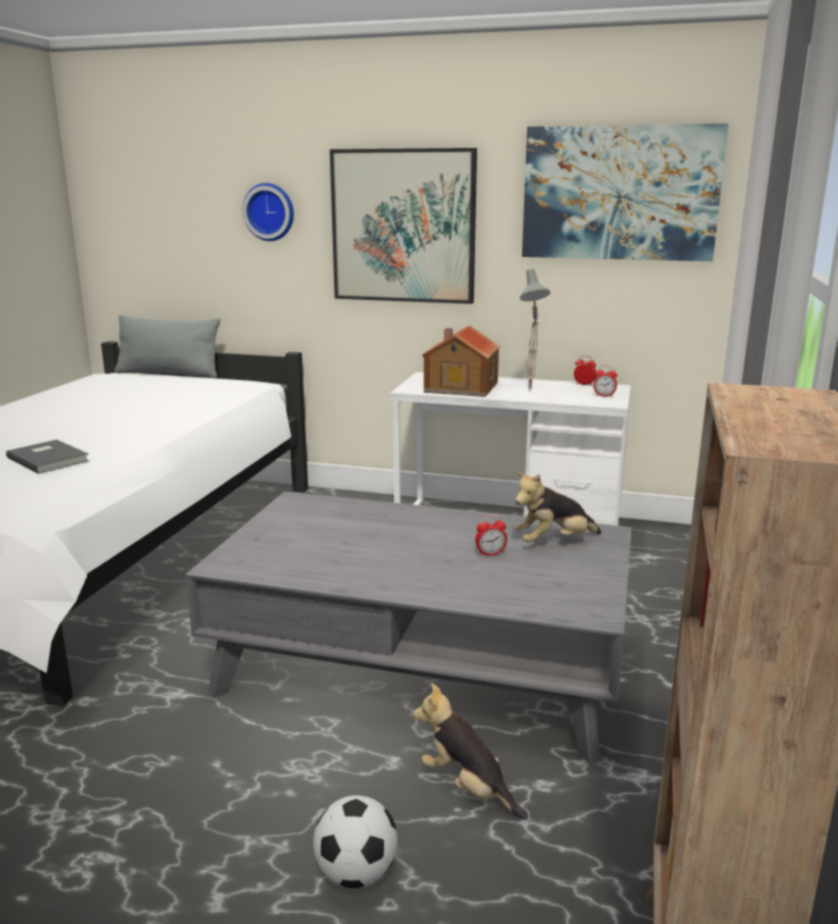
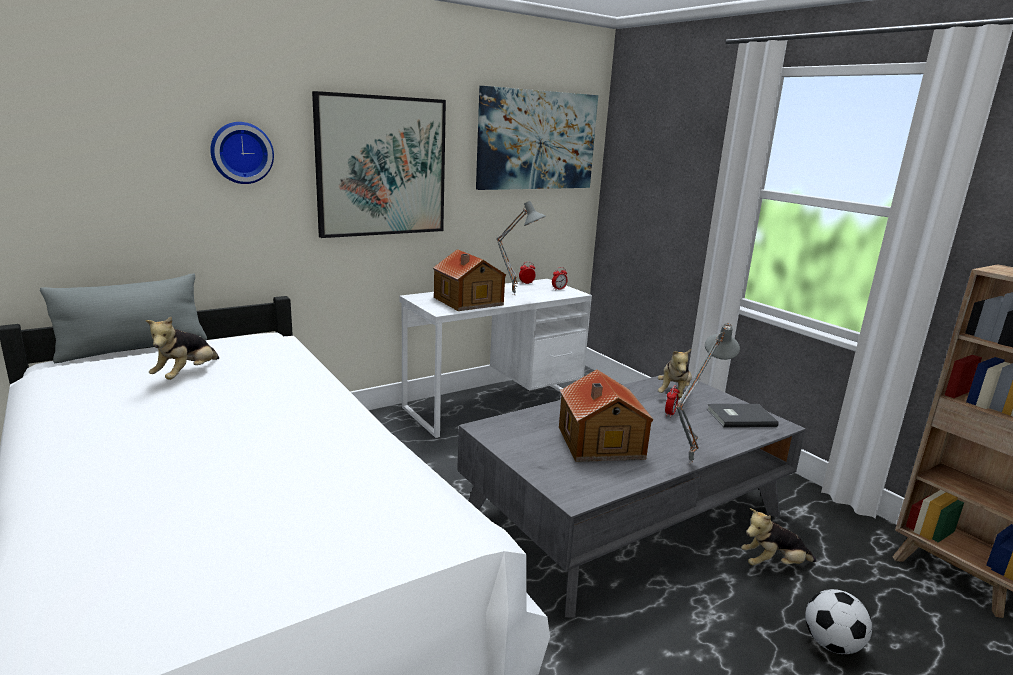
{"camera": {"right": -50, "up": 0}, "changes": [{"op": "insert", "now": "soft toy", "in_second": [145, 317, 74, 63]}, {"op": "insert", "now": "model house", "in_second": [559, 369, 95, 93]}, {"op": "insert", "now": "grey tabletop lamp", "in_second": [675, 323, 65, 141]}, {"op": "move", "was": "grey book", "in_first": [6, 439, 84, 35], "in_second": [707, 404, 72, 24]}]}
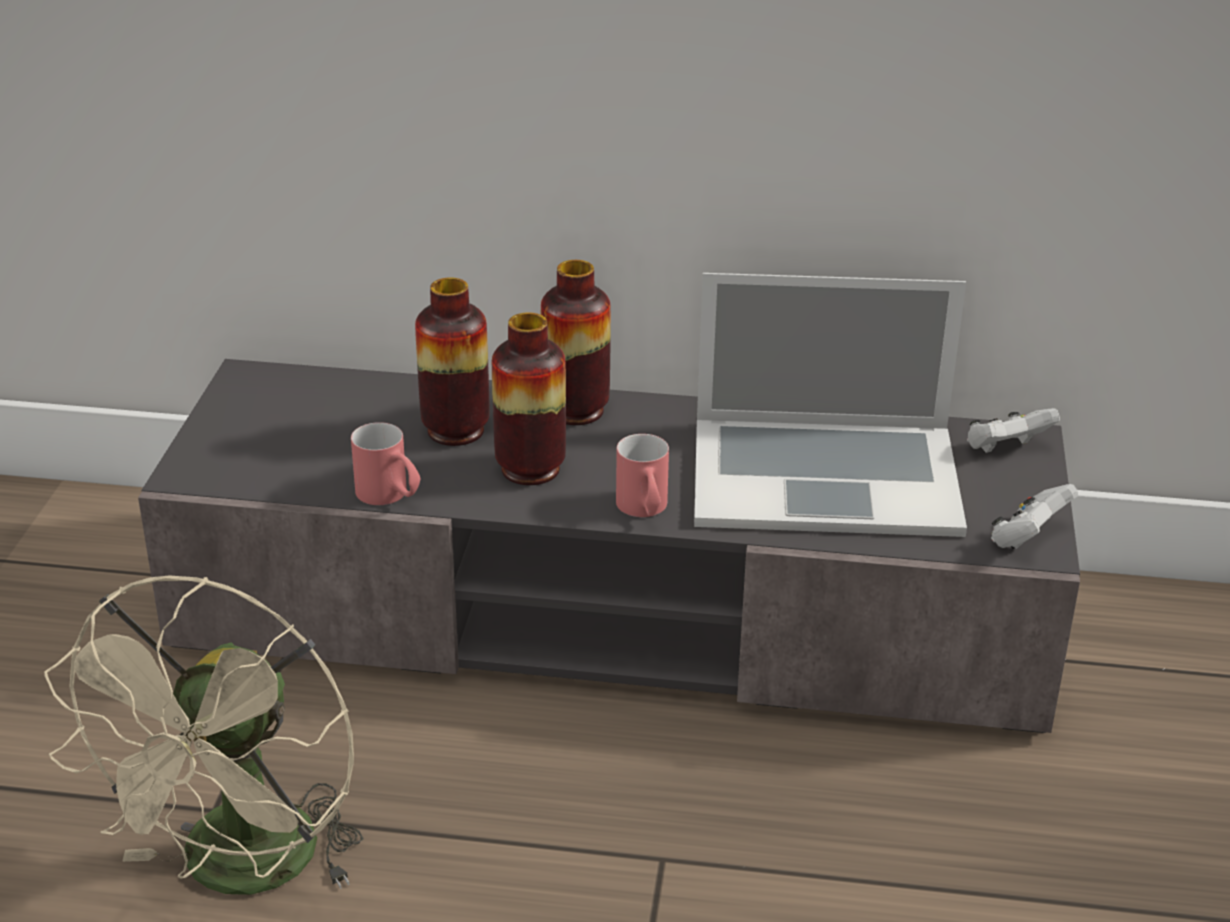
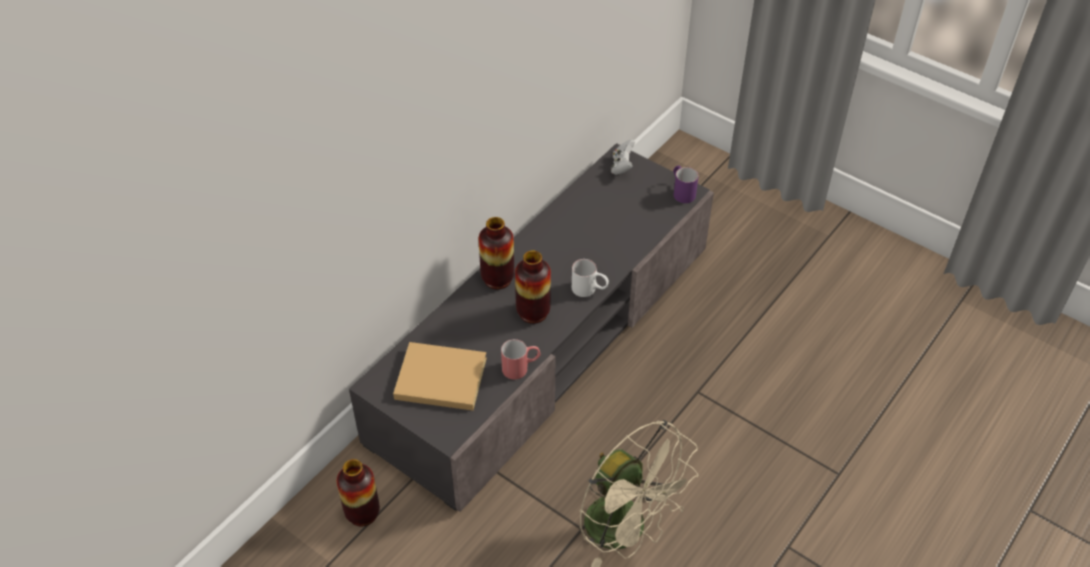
{"camera": {"right": -60, "up": 15}, "changes": [{"op": "delete", "was": "portable computer", "in_first": [694, 273, 273, 264]}, {"op": "insert", "now": "beige book", "in_second": [393, 342, 94, 69]}, {"op": "move", "was": "flower vase", "in_first": [415, 277, 75, 169], "in_second": [337, 459, 43, 68]}, {"op": "replace", "was": "whitish game controller", "now": "purple mug", "in_first": [991, 484, 87, 65], "in_second": [673, 165, 26, 38]}, {"op": "recolor", "was": "red mug", "now": "whitish mug", "in_first": [616, 434, 53, 83], "in_second": [572, 259, 37, 38]}]}
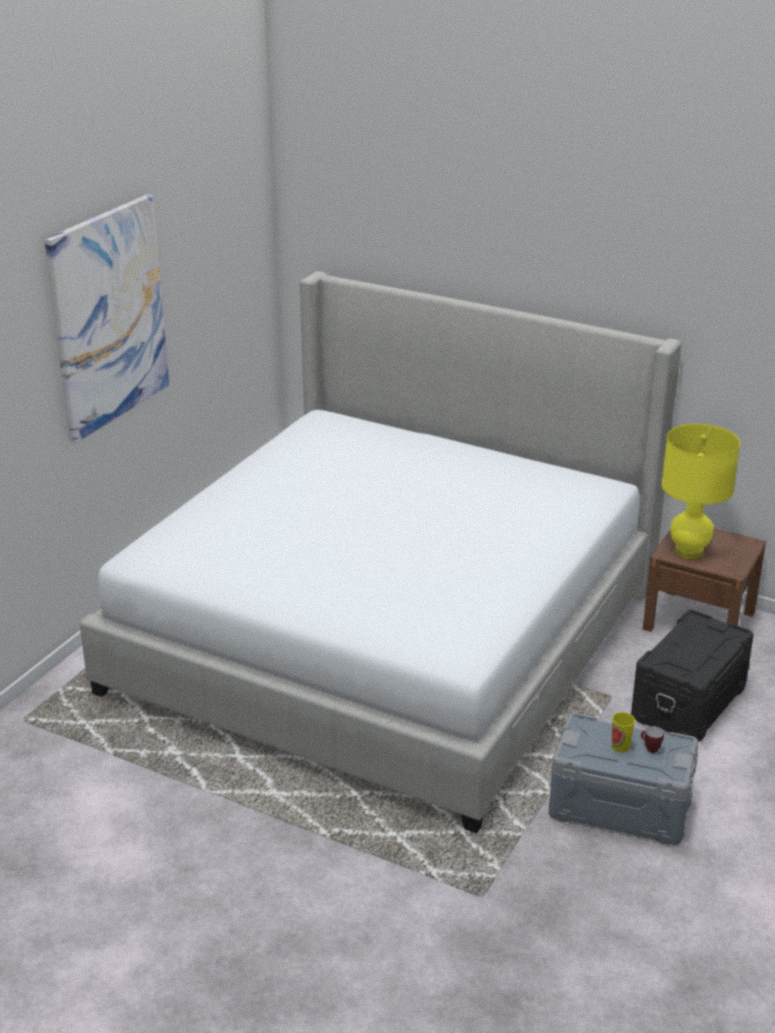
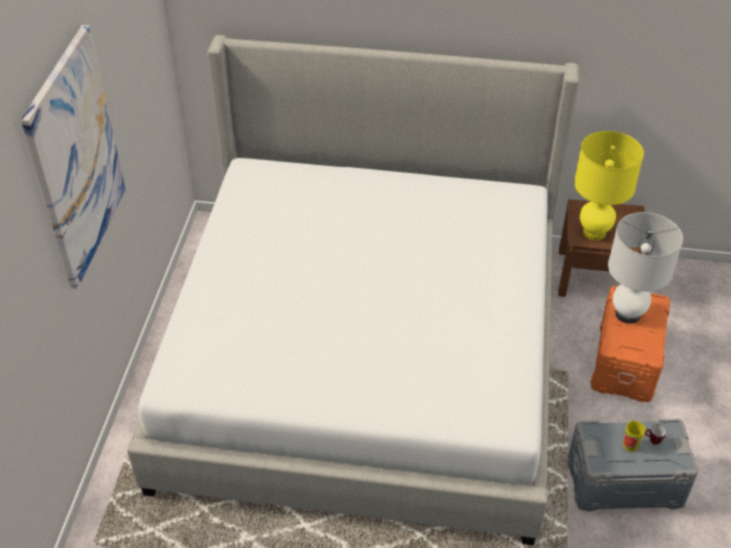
{"camera": {"right": -20, "up": 15}, "changes": [{"op": "insert", "now": "whitish tabletop lamp", "in_second": [608, 212, 75, 112]}, {"op": "recolor", "was": "black-coloured storage container", "now": "orangey storage container", "in_first": [631, 610, 123, 132], "in_second": [591, 286, 79, 116]}]}
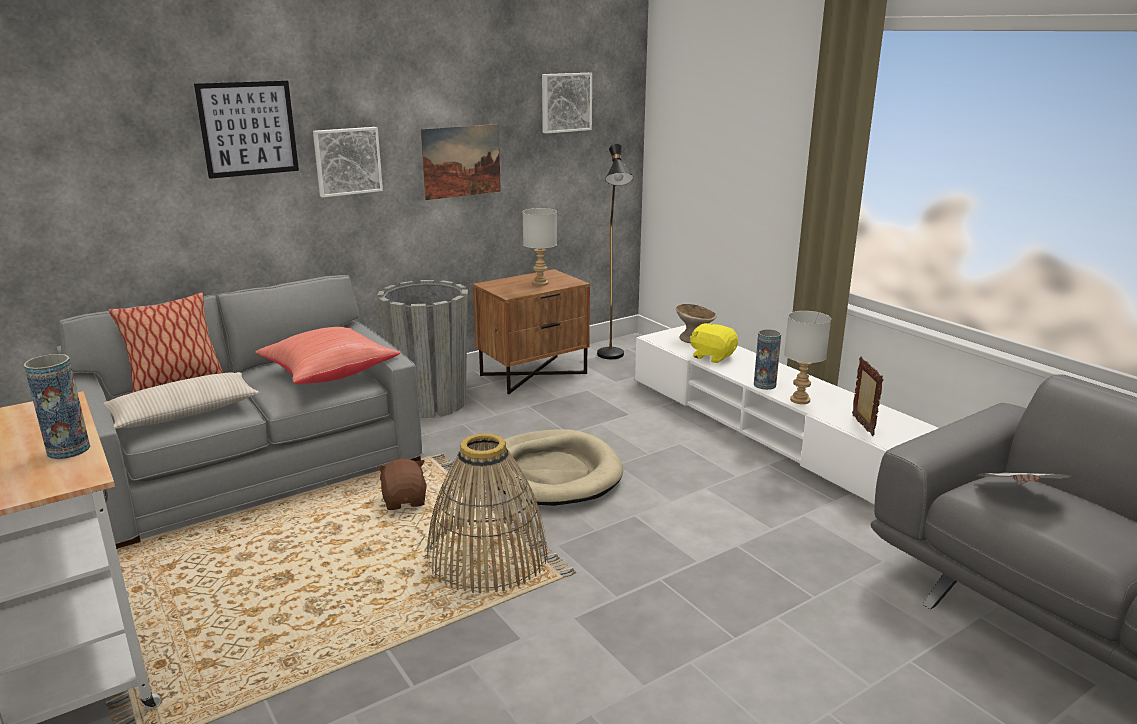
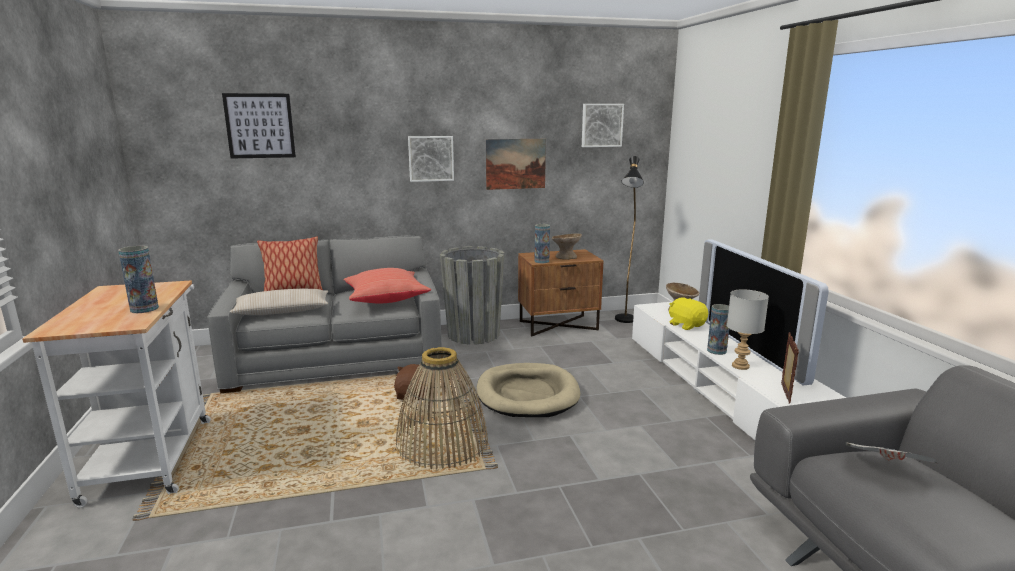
{"camera": {"right": 20, "up": -5}, "changes": [{"op": "insert", "now": "flower vase", "in_second": [534, 224, 16, 39]}, {"op": "insert", "now": "TV set", "in_second": [699, 239, 130, 147]}, {"op": "move", "was": "wall picture", "in_first": [194, 81, 105, 98], "in_second": [222, 93, 74, 66]}, {"op": "replace", "was": "grey tabletop lamp", "now": "beige serving bowl", "in_first": [523, 208, 34, 78], "in_second": [552, 233, 30, 27]}]}
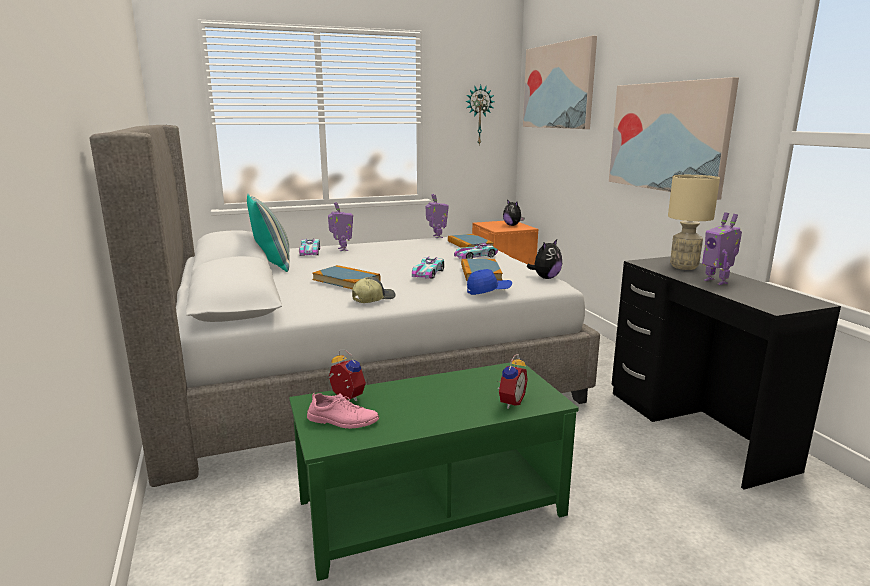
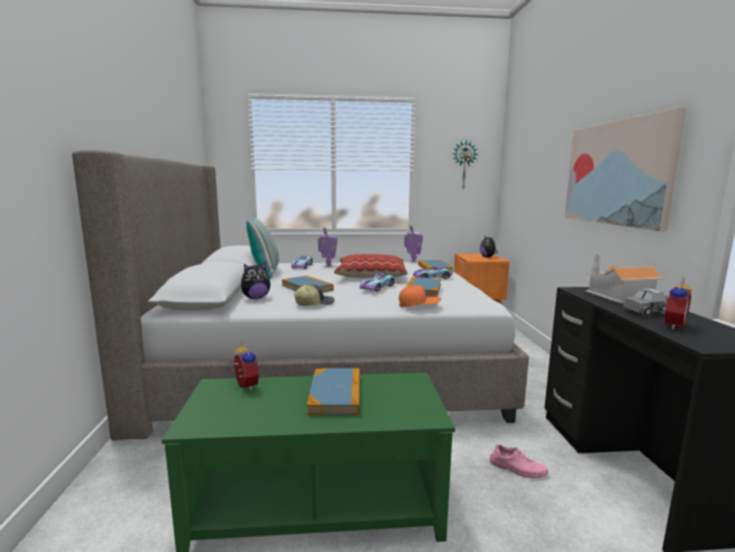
{"camera": {"right": 15, "up": -5}, "changes": [{"op": "delete", "was": "wall picture", "in_first": [523, 36, 74, 93]}, {"op": "insert", "now": "book", "in_second": [307, 368, 53, 47]}, {"op": "insert", "now": "cushion", "in_second": [334, 254, 74, 24]}, {"op": "move", "was": "pink-coloured item of footwear", "in_first": [307, 393, 72, 36], "in_second": [490, 444, 58, 34]}, {"op": "move", "was": "table clock", "in_first": [498, 354, 30, 55], "in_second": [660, 277, 32, 52]}, {"op": "move", "was": "soft toy", "in_first": [526, 239, 36, 40], "in_second": [241, 262, 29, 37]}, {"op": "replace", "was": "beige tabletop lamp", "now": "model house", "in_first": [668, 175, 52, 95], "in_second": [585, 254, 79, 50]}, {"op": "replace", "was": "toy robot", "now": "toy truck", "in_first": [702, 212, 40, 73], "in_second": [623, 289, 44, 28]}, {"op": "recolor", "was": "blue-coloured peaked cap", "now": "orangey peaked cap", "in_first": [467, 269, 45, 26], "in_second": [399, 285, 42, 22]}]}
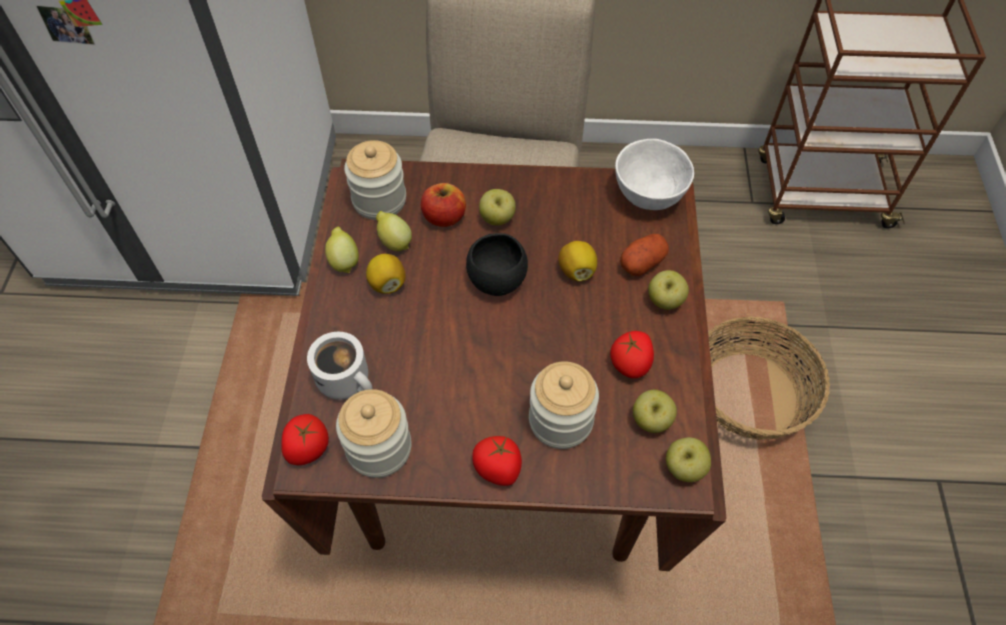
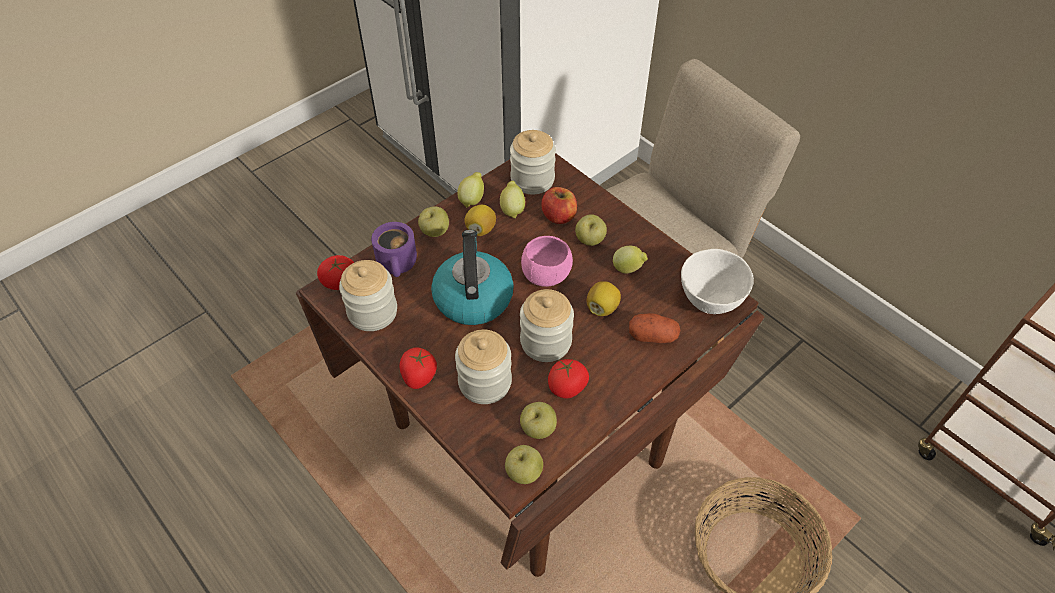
{"camera": {"right": 45, "up": -5}, "changes": [{"op": "insert", "now": "kettle", "in_second": [431, 230, 83, 95]}, {"op": "insert", "now": "storage jar", "in_second": [520, 289, 54, 73]}, {"op": "insert", "now": "lemon", "in_second": [613, 246, 35, 28]}, {"op": "move", "was": "whole apple", "in_first": [648, 270, 41, 40], "in_second": [418, 206, 31, 31]}, {"op": "recolor", "was": "whitish mug", "now": "purple mug", "in_first": [307, 332, 65, 68], "in_second": [371, 222, 46, 55]}, {"op": "recolor", "was": "black-coloured serving bowl", "now": "pink-coloured serving bowl", "in_first": [466, 233, 62, 63], "in_second": [521, 236, 52, 51]}]}
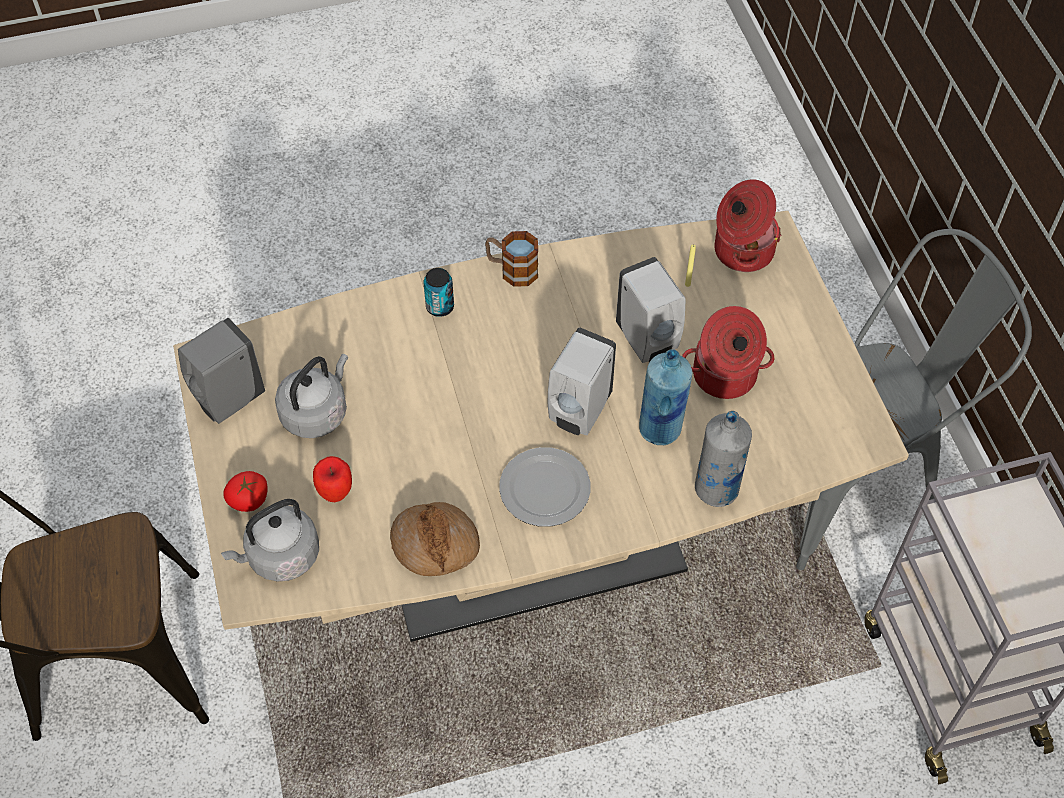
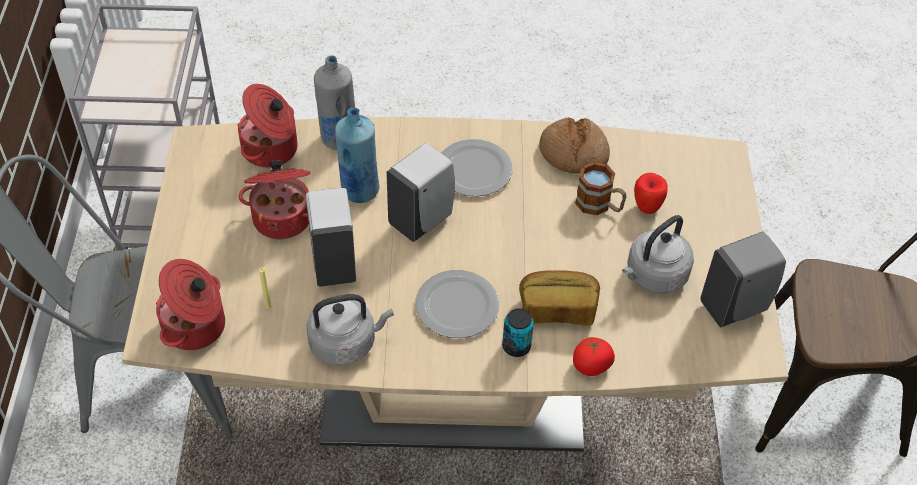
{"camera": {"right": -165, "up": -5}, "changes": [{"op": "insert", "now": "stockpot", "in_second": [237, 84, 61, 84]}, {"op": "insert", "now": "flat dish", "in_second": [415, 270, 84, 68]}, {"op": "insert", "now": "bread", "in_second": [519, 270, 81, 56]}, {"op": "move", "was": "grey kettle", "in_first": [221, 499, 98, 82], "in_second": [307, 294, 87, 71]}, {"op": "move", "was": "whole tomato", "in_first": [223, 471, 45, 41], "in_second": [573, 337, 42, 39]}, {"op": "move", "was": "mug", "in_first": [485, 231, 53, 56], "in_second": [575, 162, 51, 53]}]}
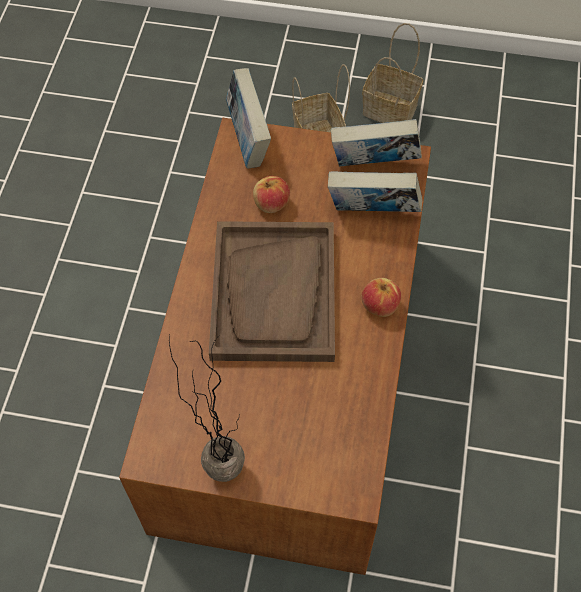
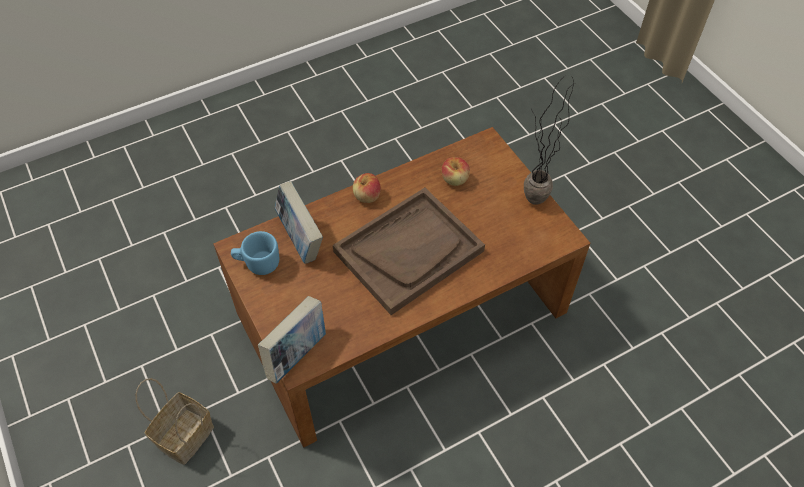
{"camera": {"right": -130, "up": -5}, "changes": [{"op": "delete", "was": "basket", "in_first": [362, 23, 61, 100]}, {"op": "move", "was": "whole apple", "in_first": [253, 176, 37, 37], "in_second": [442, 157, 28, 29]}, {"op": "replace", "was": "book", "now": "blue-coloured mug", "in_first": [331, 119, 91, 47], "in_second": [231, 231, 48, 44]}]}
